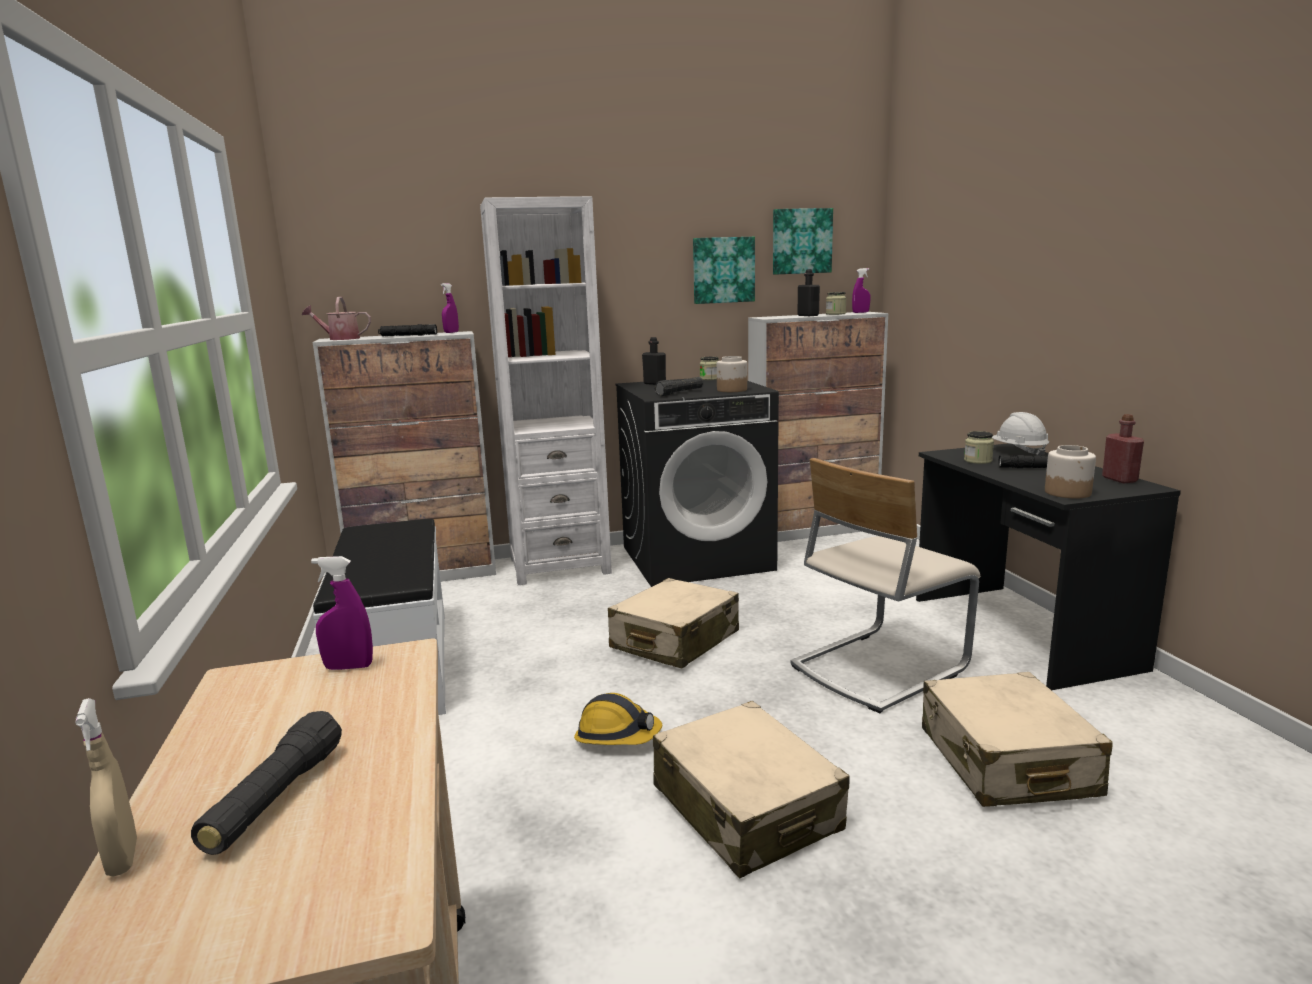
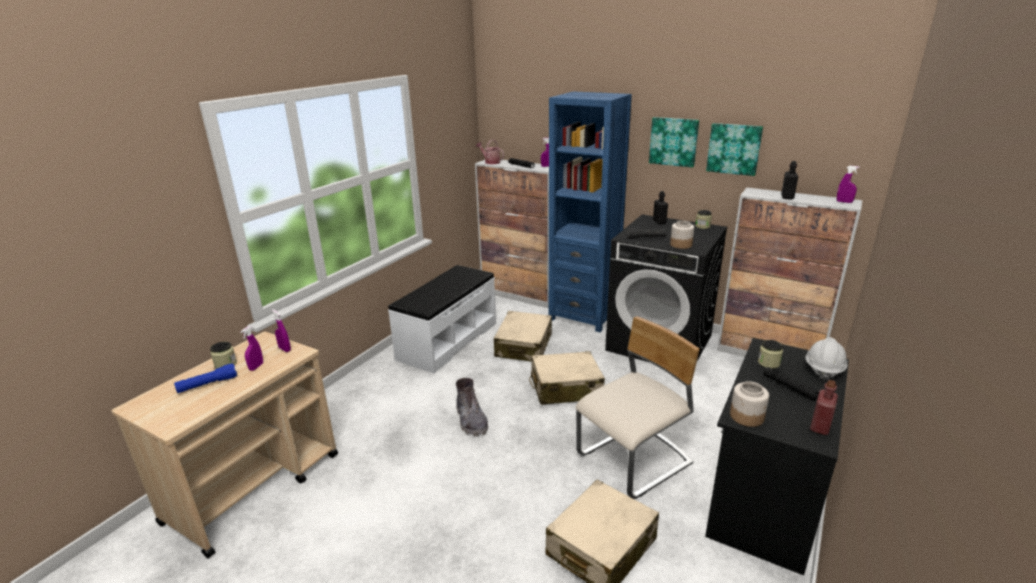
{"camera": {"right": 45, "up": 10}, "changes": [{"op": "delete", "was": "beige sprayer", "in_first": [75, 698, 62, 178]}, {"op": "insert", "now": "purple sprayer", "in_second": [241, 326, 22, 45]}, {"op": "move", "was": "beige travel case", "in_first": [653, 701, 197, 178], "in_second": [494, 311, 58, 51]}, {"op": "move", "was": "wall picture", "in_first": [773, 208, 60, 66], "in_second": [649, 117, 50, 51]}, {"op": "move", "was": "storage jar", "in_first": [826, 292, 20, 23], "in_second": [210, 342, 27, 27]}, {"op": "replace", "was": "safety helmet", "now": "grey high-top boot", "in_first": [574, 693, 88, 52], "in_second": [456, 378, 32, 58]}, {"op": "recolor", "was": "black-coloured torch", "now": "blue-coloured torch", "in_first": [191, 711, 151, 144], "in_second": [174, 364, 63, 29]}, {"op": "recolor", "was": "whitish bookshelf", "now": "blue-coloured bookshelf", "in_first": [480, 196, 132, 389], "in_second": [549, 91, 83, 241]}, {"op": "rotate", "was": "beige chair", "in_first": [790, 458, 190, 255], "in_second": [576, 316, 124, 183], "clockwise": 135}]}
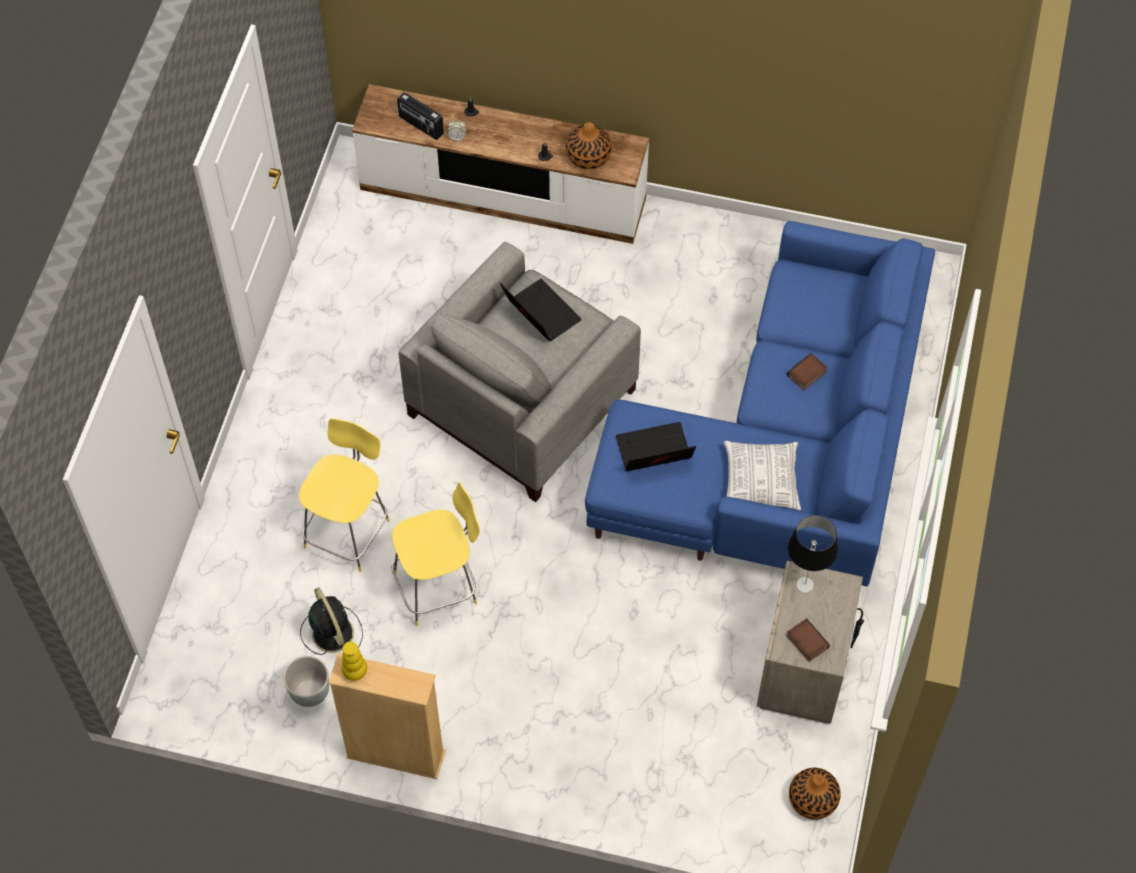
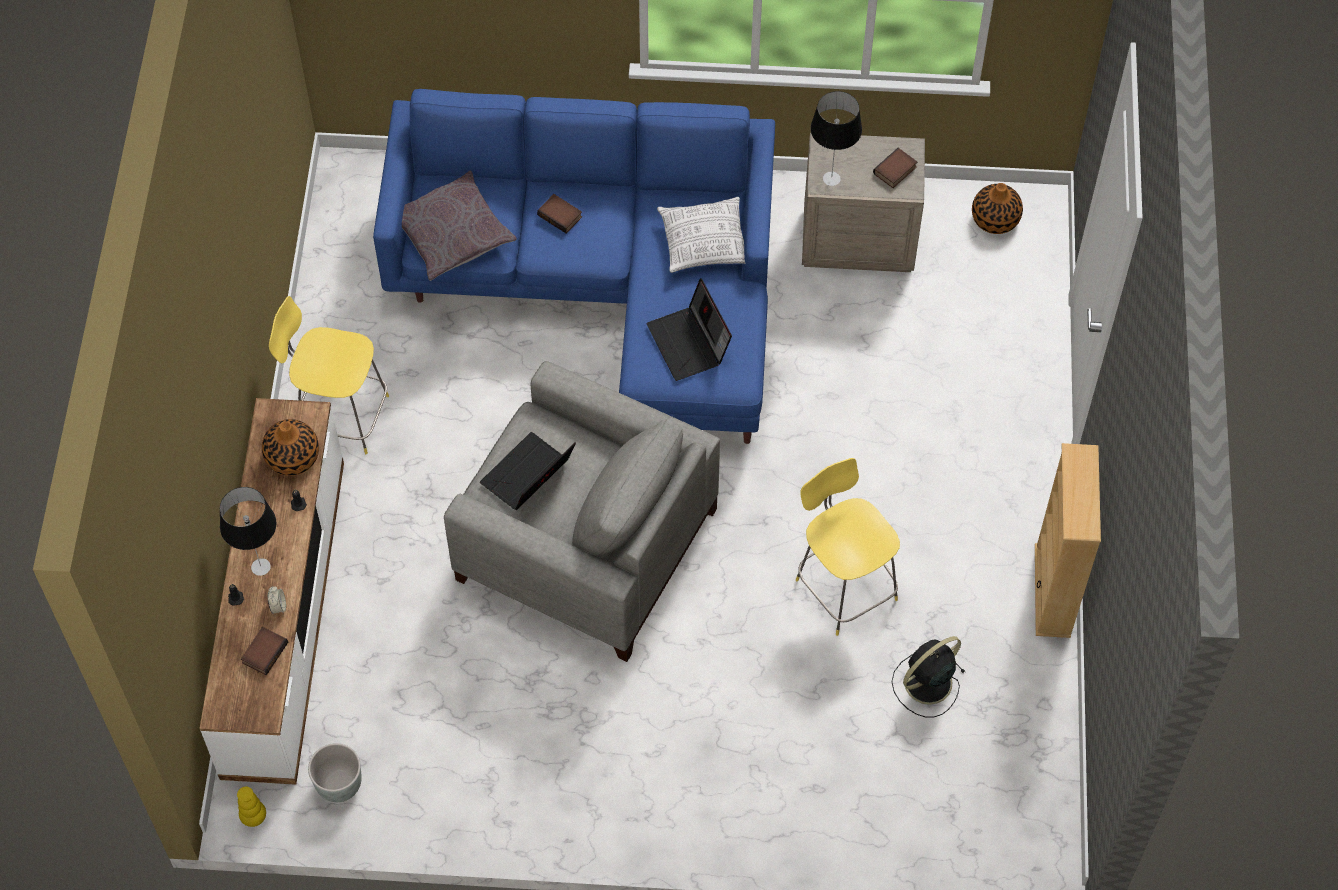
{"camera": {"right": -100, "up": 0}, "changes": [{"op": "insert", "now": "tabletop lamp", "in_second": [220, 487, 57, 89]}, {"op": "insert", "now": "grey cushion", "in_second": [402, 170, 115, 111]}, {"op": "move", "was": "grey planter", "in_first": [283, 656, 46, 51], "in_second": [308, 743, 54, 59]}, {"op": "move", "was": "yellowish stool seat", "in_first": [299, 418, 91, 154], "in_second": [269, 296, 120, 158]}, {"op": "move", "was": "yellowish flower vase", "in_first": [341, 641, 26, 40], "in_second": [237, 786, 29, 41]}, {"op": "replace", "was": "radio", "now": "book", "in_first": [397, 92, 47, 48], "in_second": [241, 627, 47, 48]}]}
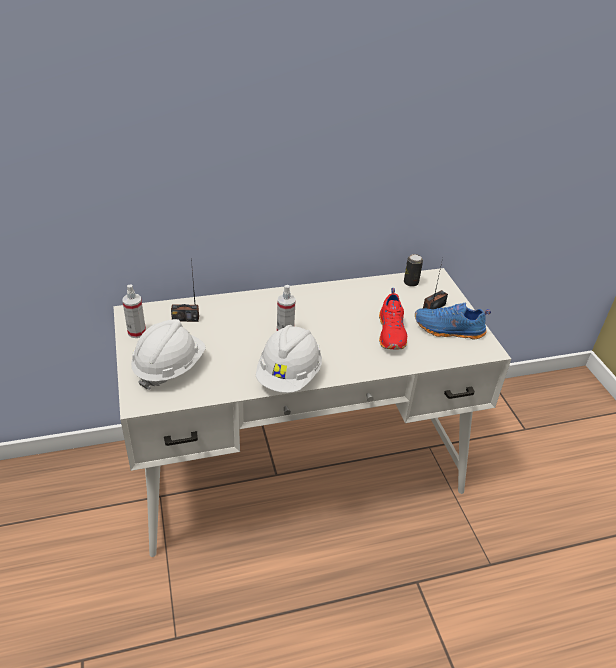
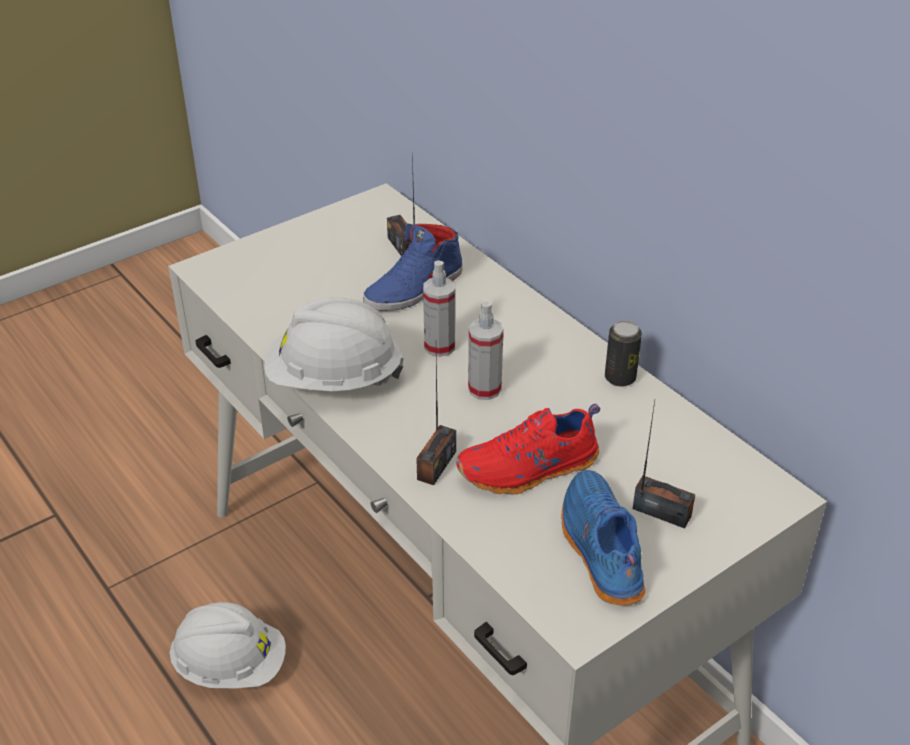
{"camera": {"right": 70, "up": 0}, "changes": [{"op": "insert", "now": "blue-coloured item of footwear", "in_second": [363, 224, 100, 87]}, {"op": "insert", "now": "radio", "in_second": [416, 359, 40, 126]}, {"op": "move", "was": "sprayer", "in_first": [122, 284, 24, 54], "in_second": [468, 301, 35, 99]}, {"op": "move", "was": "whitish safety helmet", "in_first": [131, 319, 75, 71], "in_second": [169, 602, 117, 87]}, {"op": "move", "was": "sealed can", "in_first": [404, 254, 19, 33], "in_second": [605, 321, 37, 66]}]}
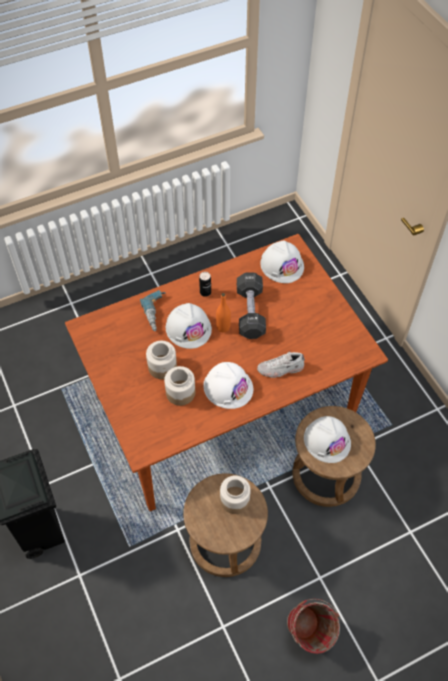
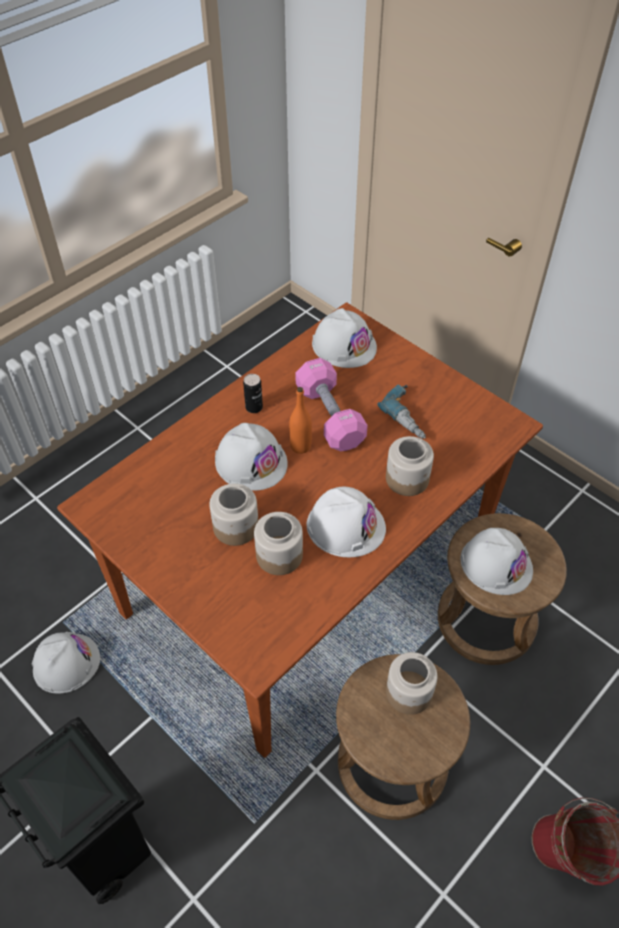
{"camera": {"right": -20, "up": -5}, "changes": [{"op": "insert", "now": "whitish safety helmet", "in_second": [32, 632, 68, 62]}, {"op": "move", "was": "drill", "in_first": [140, 290, 26, 42], "in_second": [378, 384, 48, 55]}, {"op": "replace", "was": "whitish item of footwear", "now": "storage jar", "in_first": [257, 351, 48, 27], "in_second": [386, 436, 48, 60]}, {"op": "recolor", "was": "black-coloured free weight", "now": "pink-coloured free weight", "in_first": [237, 272, 29, 67], "in_second": [295, 358, 73, 93]}]}
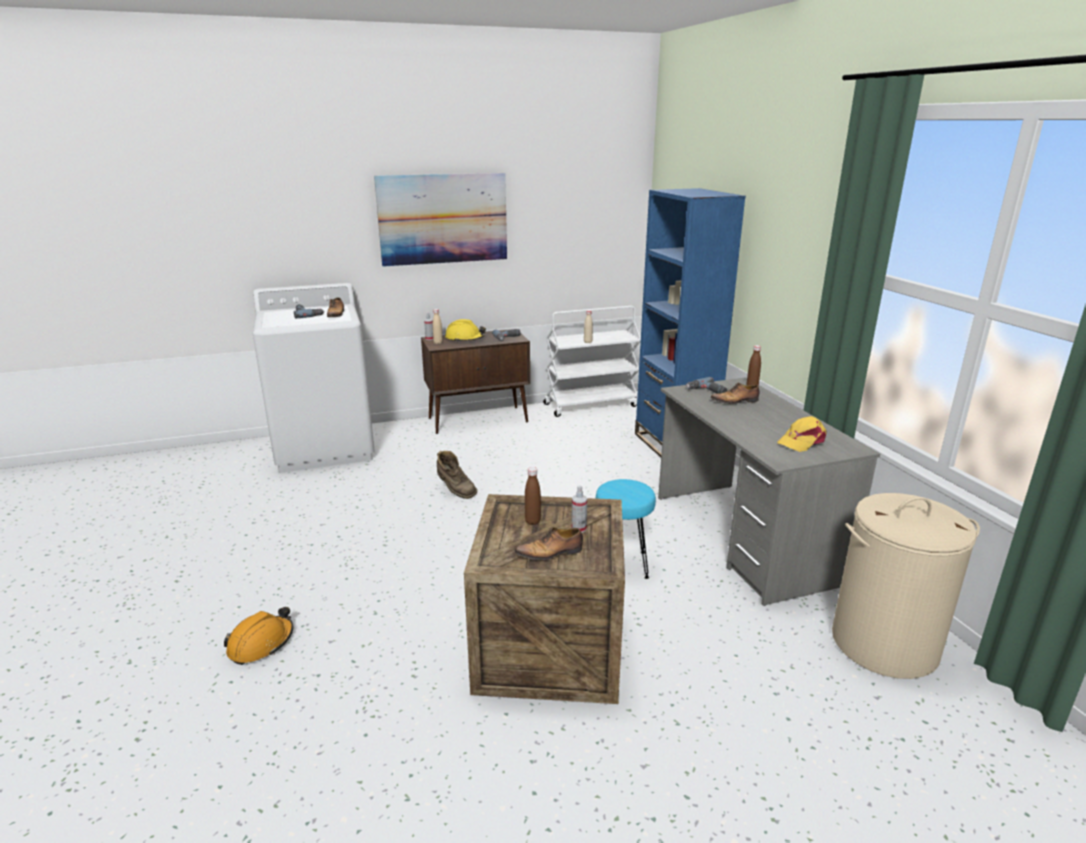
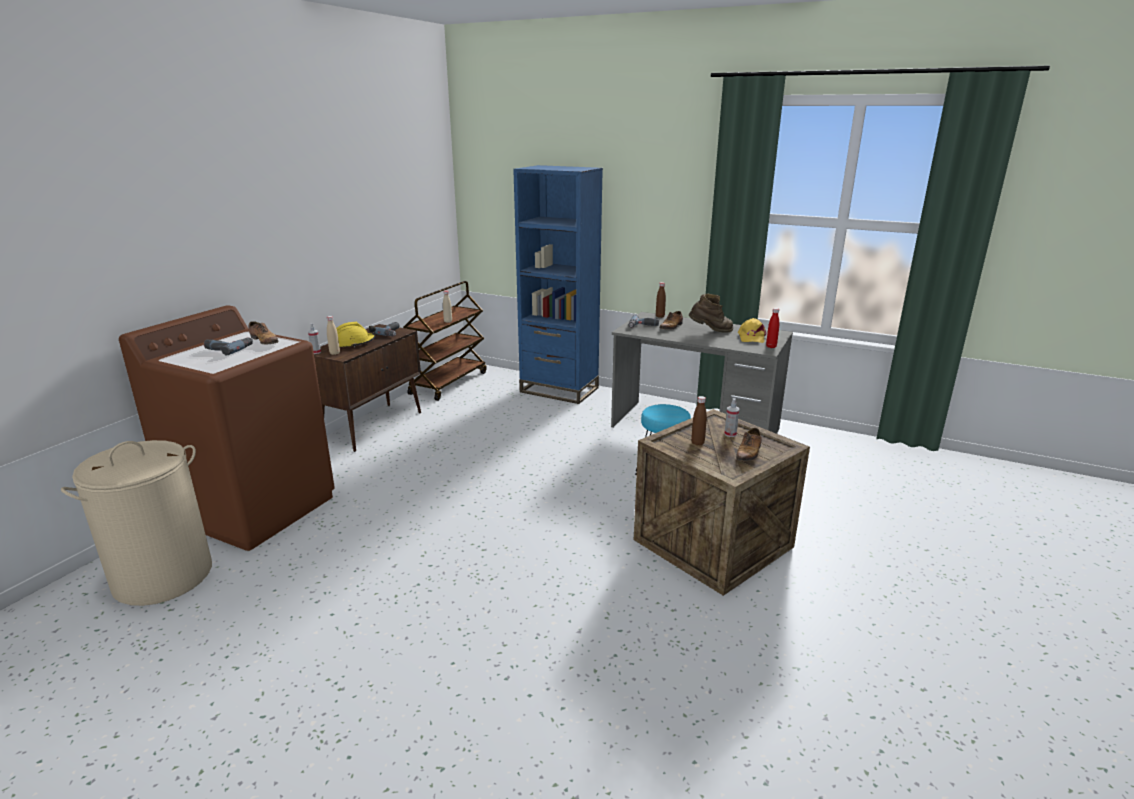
{"camera": {"right": -45, "up": 0}, "changes": [{"op": "delete", "was": "orangey safety helmet", "in_first": [224, 607, 69, 58]}, {"op": "delete", "was": "wall picture", "in_first": [374, 173, 133, 94]}, {"op": "insert", "now": "red beverage bottle", "in_second": [766, 308, 13, 40]}, {"op": "move", "was": "brown-coloured high-top boot", "in_first": [437, 451, 40, 48], "in_second": [689, 293, 45, 40]}, {"op": "move", "was": "beige washing basket", "in_first": [832, 493, 148, 186], "in_second": [61, 440, 151, 166]}, {"op": "recolor", "was": "whitish laundry appliance", "now": "brown-coloured laundry appliance", "in_first": [253, 283, 122, 190], "in_second": [119, 305, 216, 246]}, {"op": "recolor", "was": "whitish trolley", "now": "brown-coloured trolley", "in_first": [543, 306, 98, 111], "in_second": [403, 281, 84, 120]}]}
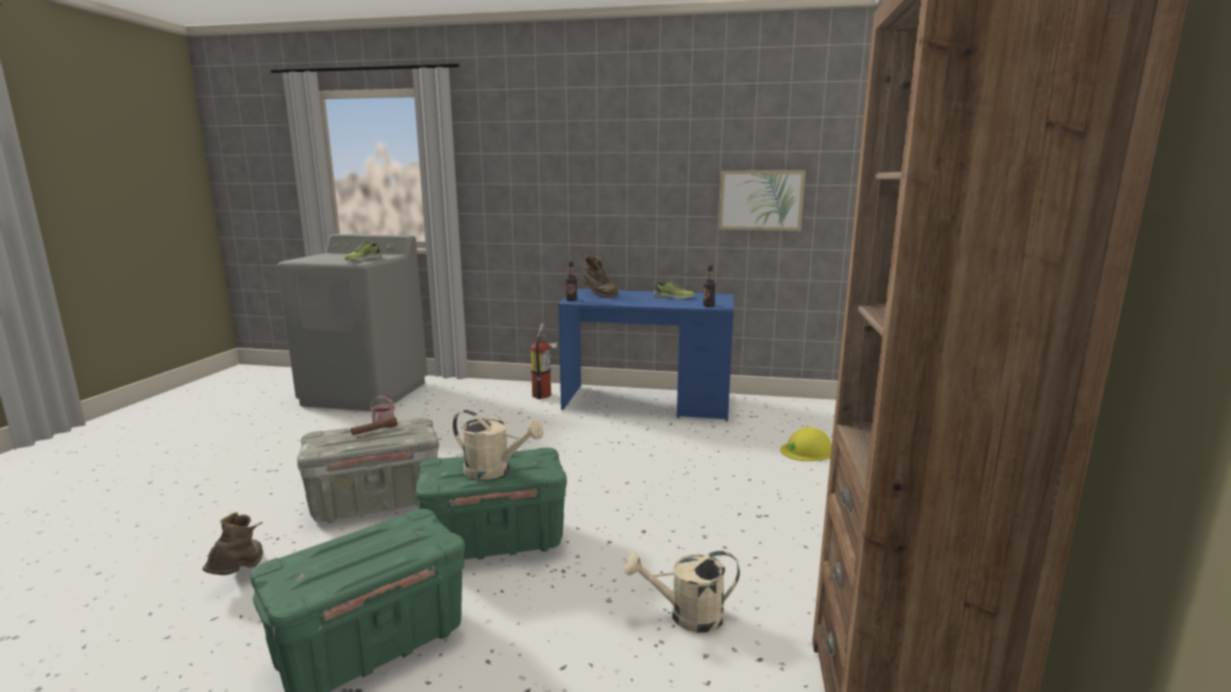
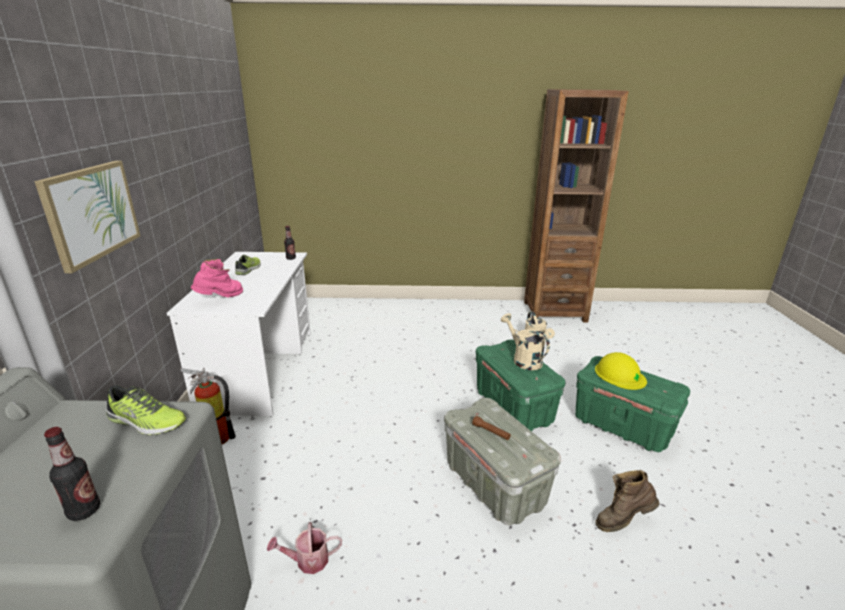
{"camera": {"right": -100, "up": 10}, "changes": [{"op": "move", "was": "beverage bottle", "in_first": [566, 261, 11, 40], "in_second": [44, 427, 56, 94]}, {"op": "move", "was": "wall picture", "in_first": [719, 171, 86, 60], "in_second": [34, 161, 106, 112]}, {"op": "move", "was": "yellowish safety helmet", "in_first": [780, 427, 52, 34], "in_second": [595, 352, 52, 38]}, {"op": "recolor", "was": "blue-coloured desk unit", "now": "whitish desk unit", "in_first": [557, 289, 177, 132], "in_second": [167, 252, 144, 164]}, {"op": "recolor", "was": "brown-coloured high-top boot", "now": "pink-coloured high-top boot", "in_first": [582, 255, 37, 43], "in_second": [191, 259, 52, 38]}, {"op": "rotate", "was": "beige watering pot", "in_first": [453, 410, 91, 70], "in_second": [501, 313, 49, 57], "clockwise": -45}]}
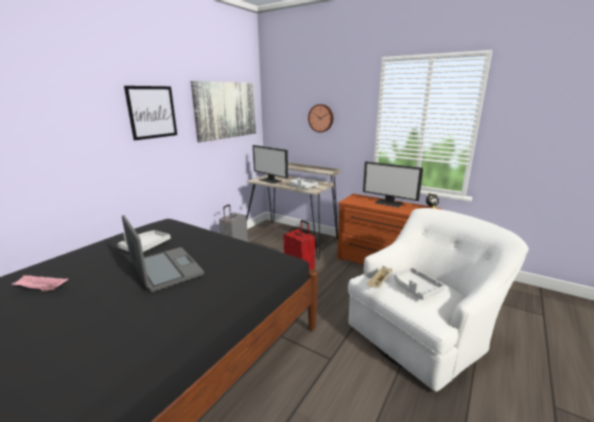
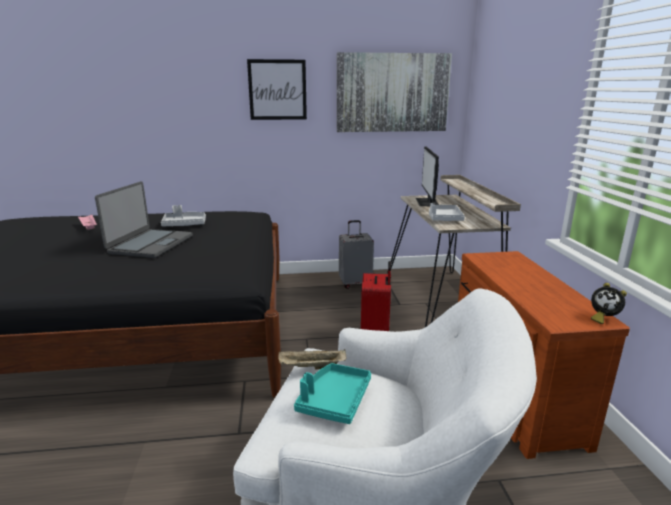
{"camera": {"right": 50, "up": 0}, "changes": [{"op": "delete", "was": "clock on the wall", "in_first": [308, 104, 25, 28]}, {"op": "delete", "was": "computer screen", "in_first": [363, 161, 60, 47]}, {"op": "recolor", "was": "grey tray", "now": "turquoise-coloured tray", "in_first": [394, 267, 51, 33], "in_second": [294, 363, 77, 61]}]}
